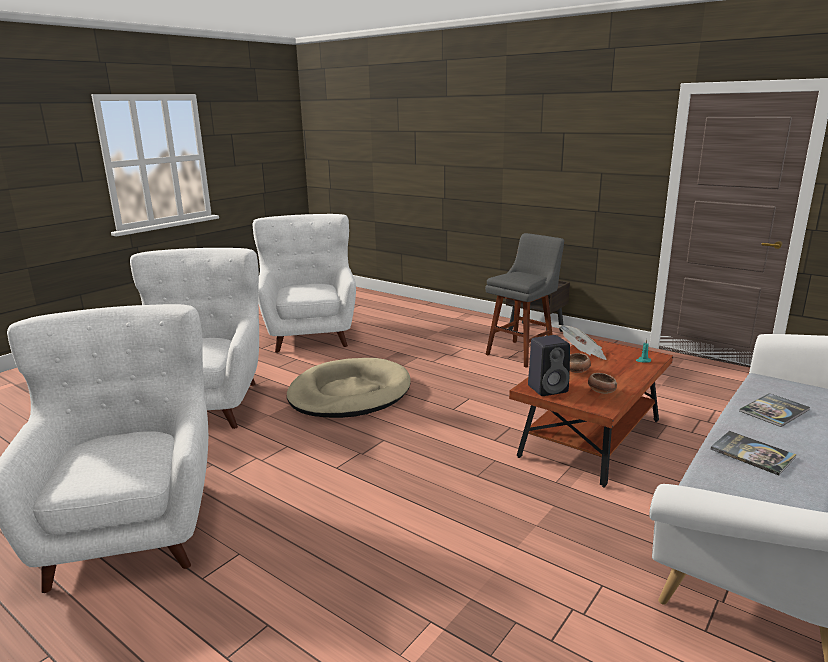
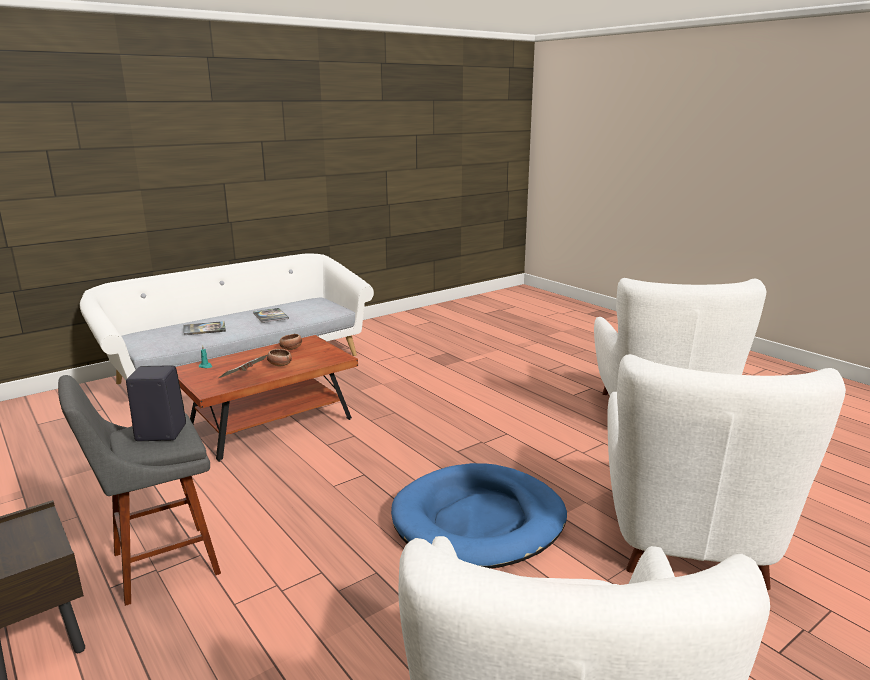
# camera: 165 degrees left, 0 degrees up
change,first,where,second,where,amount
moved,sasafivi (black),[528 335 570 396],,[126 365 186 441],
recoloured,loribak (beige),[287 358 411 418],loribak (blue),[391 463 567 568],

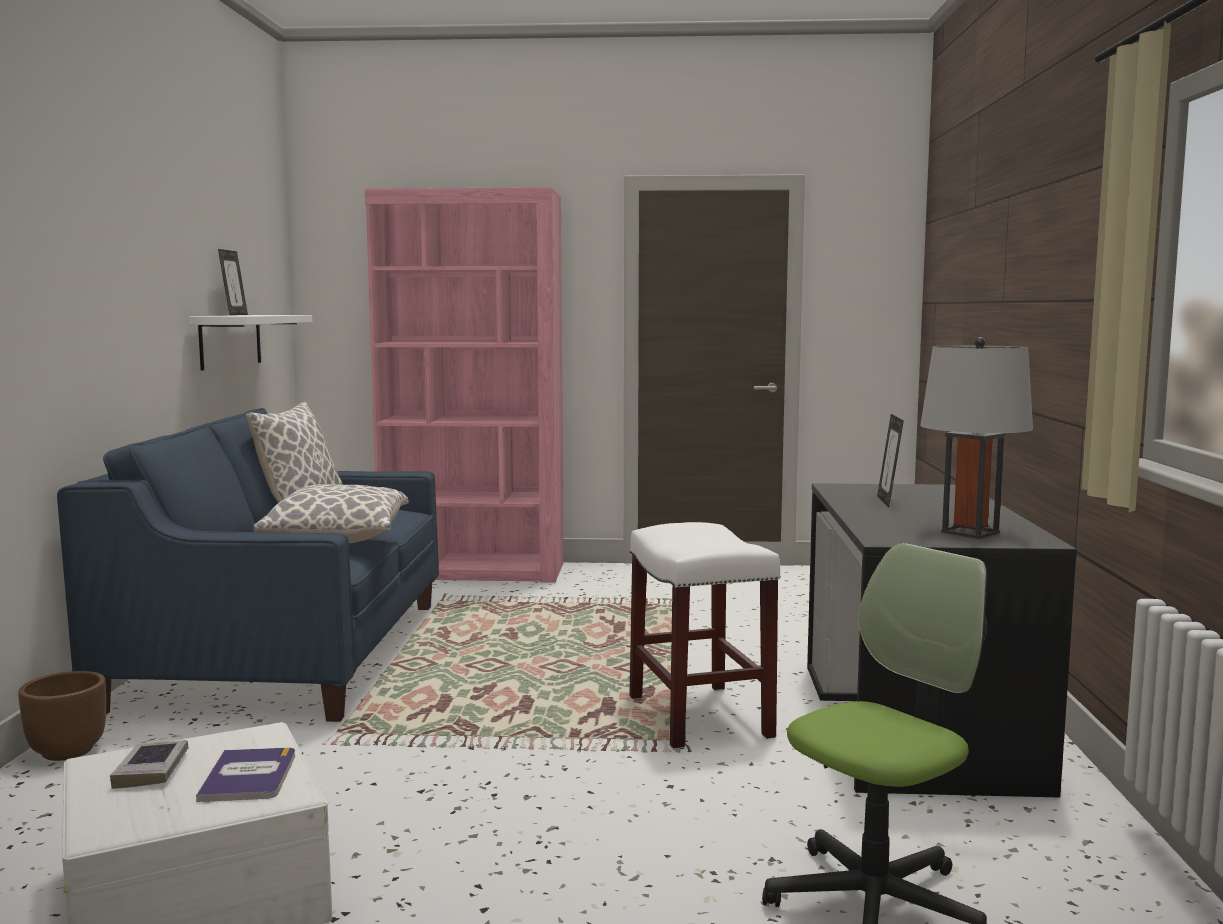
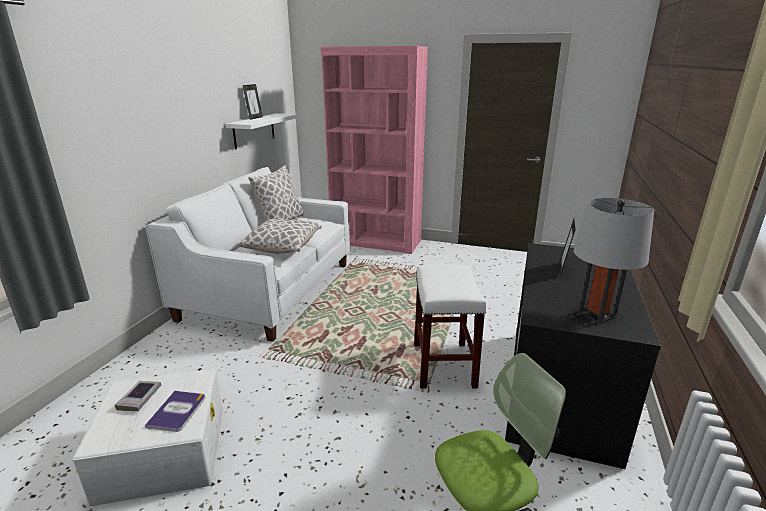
# camera: 15 degrees right, 15 degrees up
change,first,where,second,where,amount
removed,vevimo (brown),[18 671 106 761],,,
recoloured,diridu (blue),[57 408 439 722],diridu (white),[145 167 350 342],

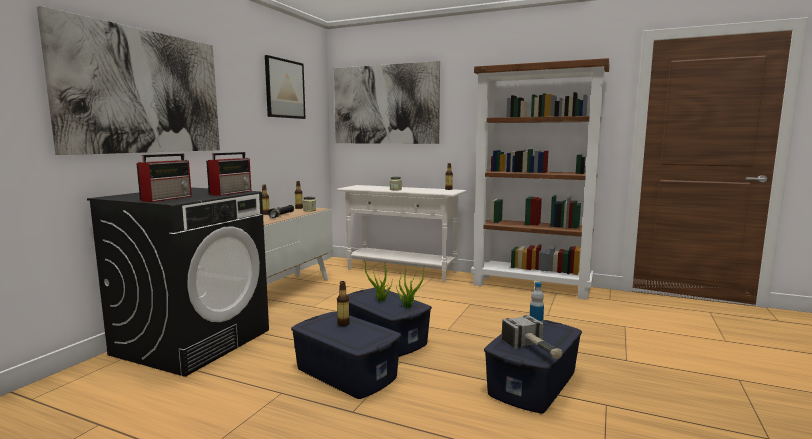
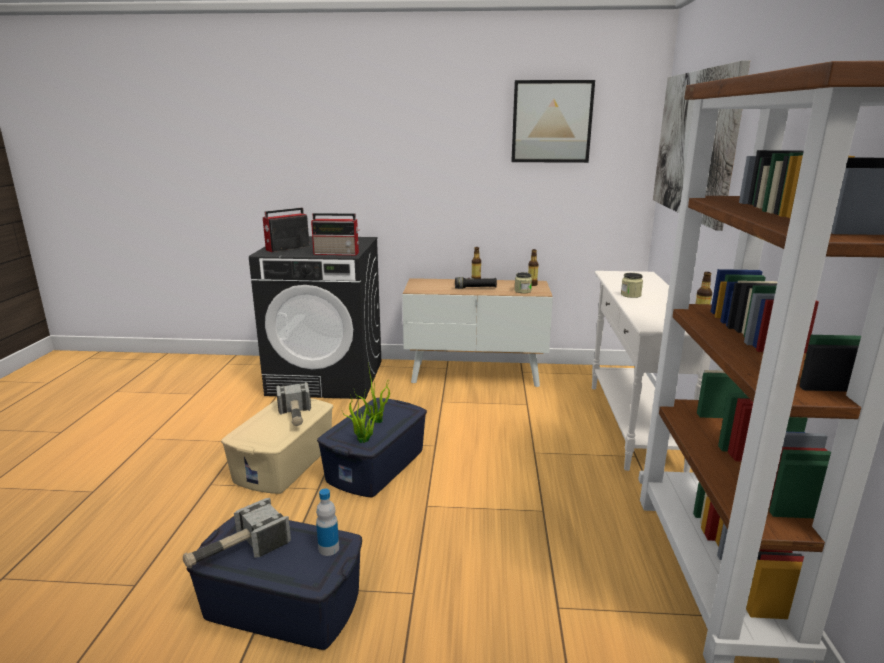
# camera: 70 degrees right, 10 degrees up
change,first,where,second,where,amount
removed,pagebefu,[37 6 220 155],,,
replaced,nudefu,[337 281 350 326],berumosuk,[276 382 311 426],
recoloured,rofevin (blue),[291 311 402 399],rofevin (beige),[221 398 333 494],
turned,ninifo,[136 154 192 202],,[263 208 309 252],135 degrees clockwise

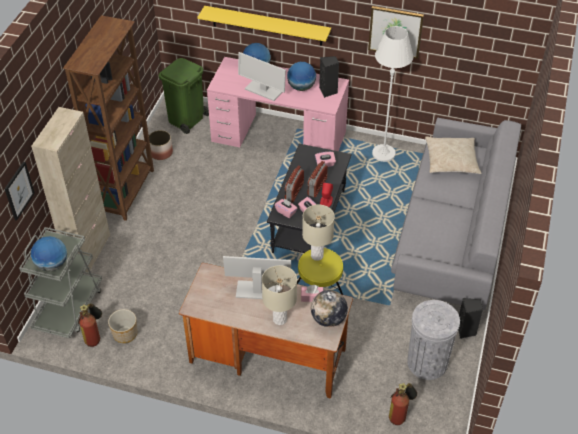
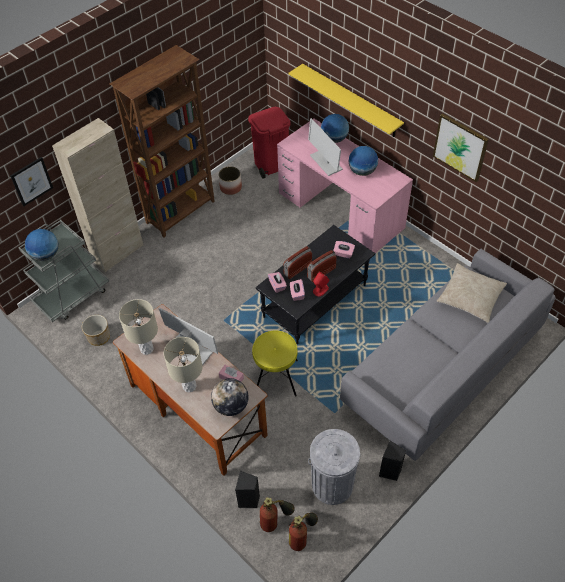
# camera: 30 degrees right, 5 degrees up
change,first,where,second,where,amount
removed,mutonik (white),[372 26 413 162],,,
moved,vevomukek,[78 303 102 347],,[289 513 318 551],
moved,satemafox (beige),[302 204 335 261],,[119 299 158 355],
moved,sasafivi (black),[319 56 339 98],,[235 471 260 508],
recoloured,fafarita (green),[159 58 209 134],fafarita (red),[248 107 291 179],

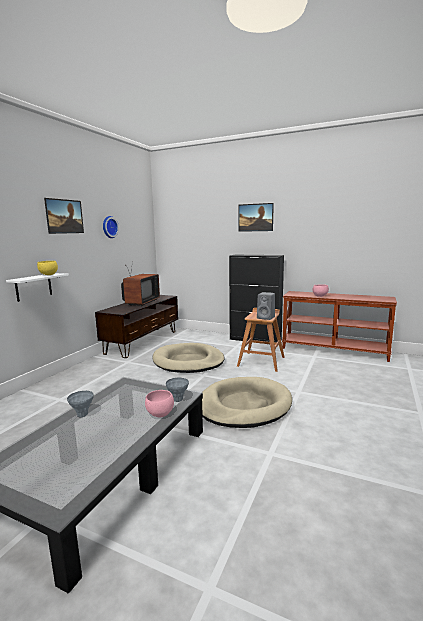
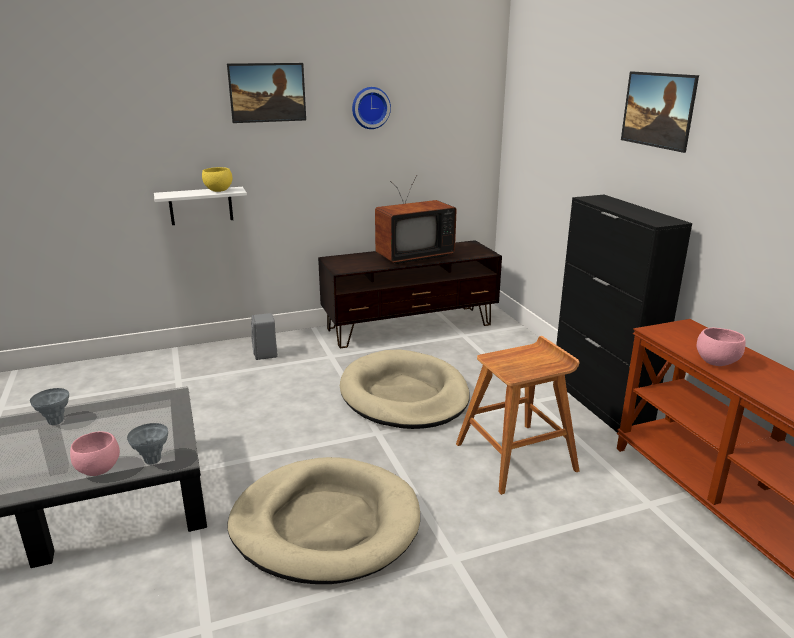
# camera: 45 degrees right, 10 degrees up
change,first,where,second,where,amount
moved,sasafivi (grey),[257 292 275 320],,[251 313 278 360],

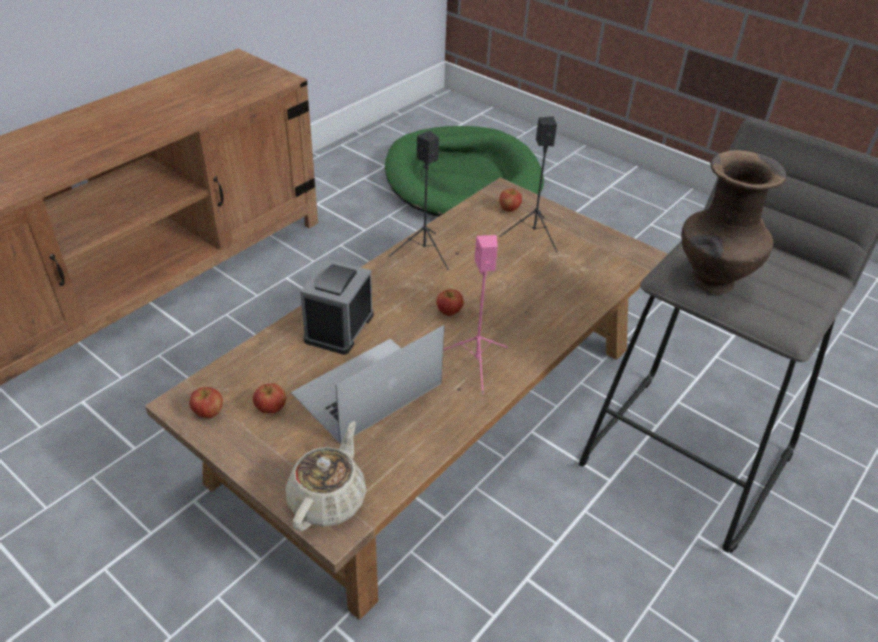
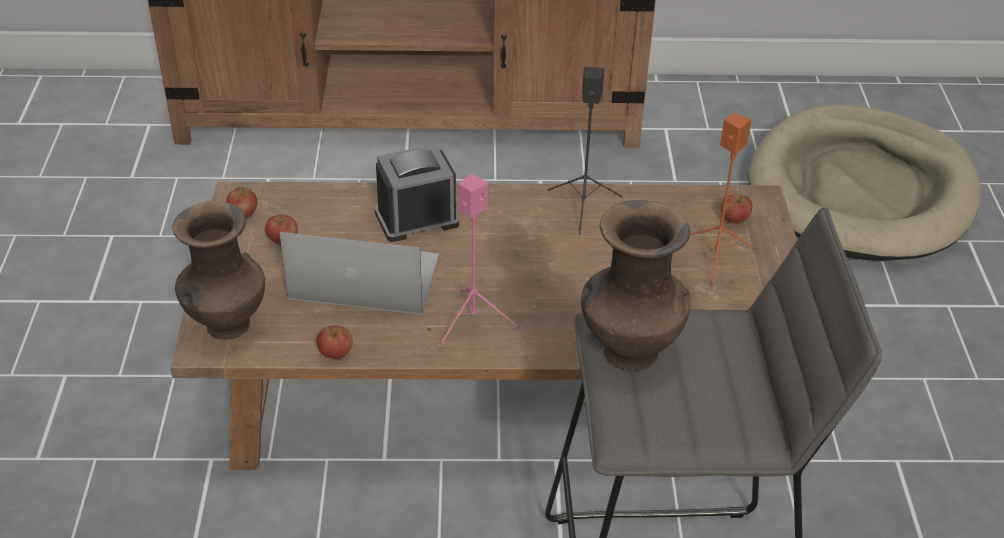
# camera: 50 degrees right, 0 degrees up
change,first,where,second,where,amount
moved,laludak,[436 289 464 316],,[316 326 353 359],
replaced,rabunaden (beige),[286 421 366 531],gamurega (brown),[172 201 265 340],
recoloured,loribak (green),[385 126 544 217],loribak (beige),[748 105 981 261],
recoloured,sasafivi (black),[499 116 558 252],sasafivi (orange),[690 113 757 288],

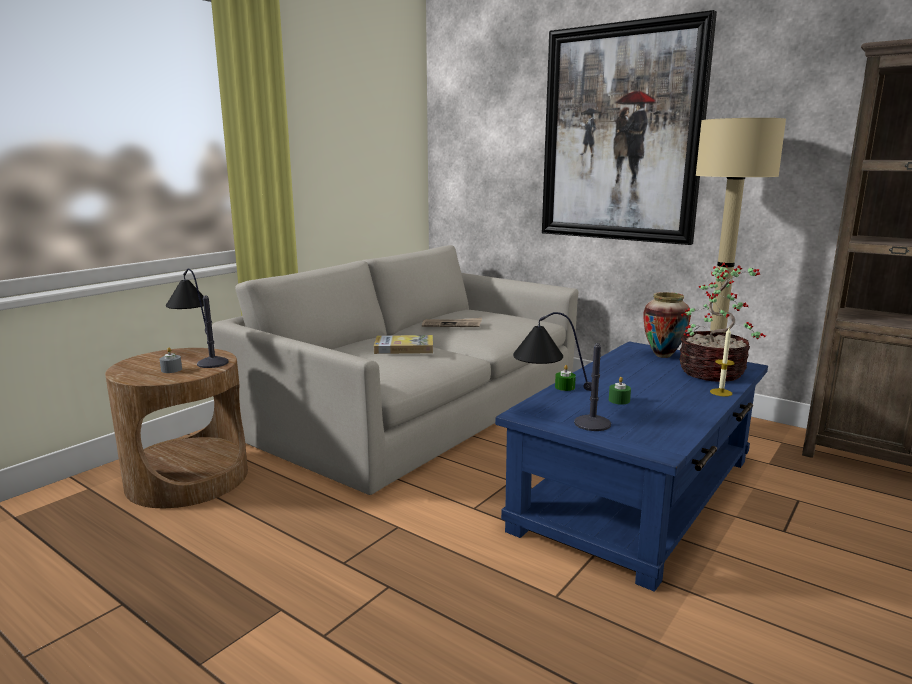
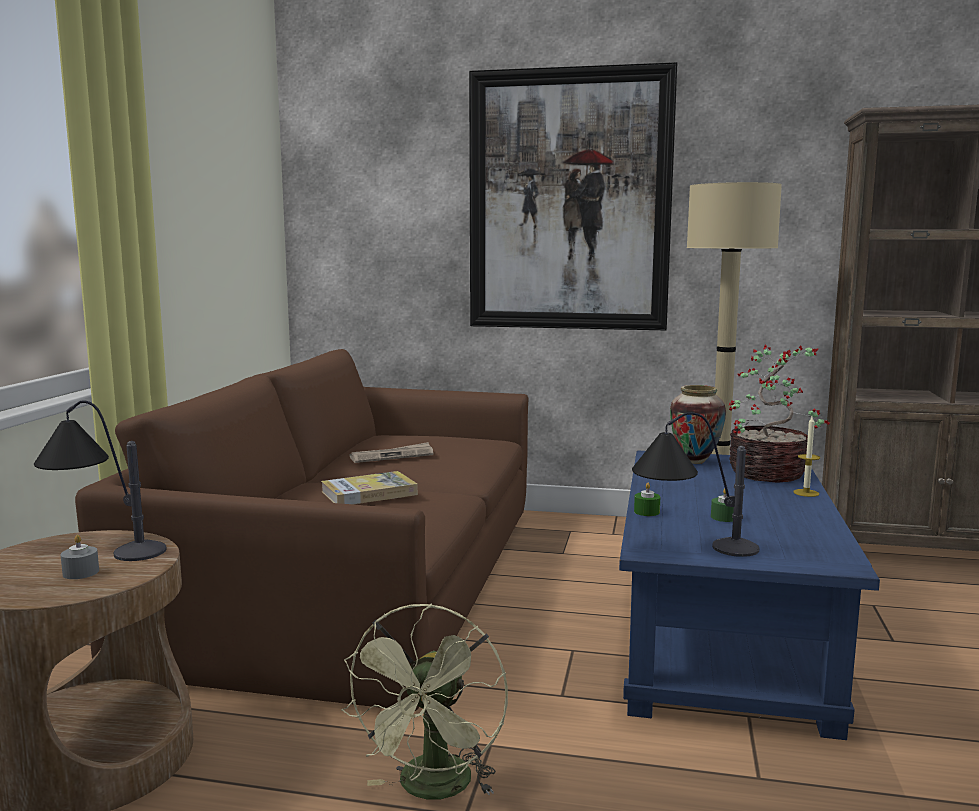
# camera: 25 degrees left, 5 degrees down
change,first,where,second,where,amount
added,,,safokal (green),[341 603 508 799],
recoloured,diridu (grey),[212 245 578 495],diridu (brown),[75 349 528 711],

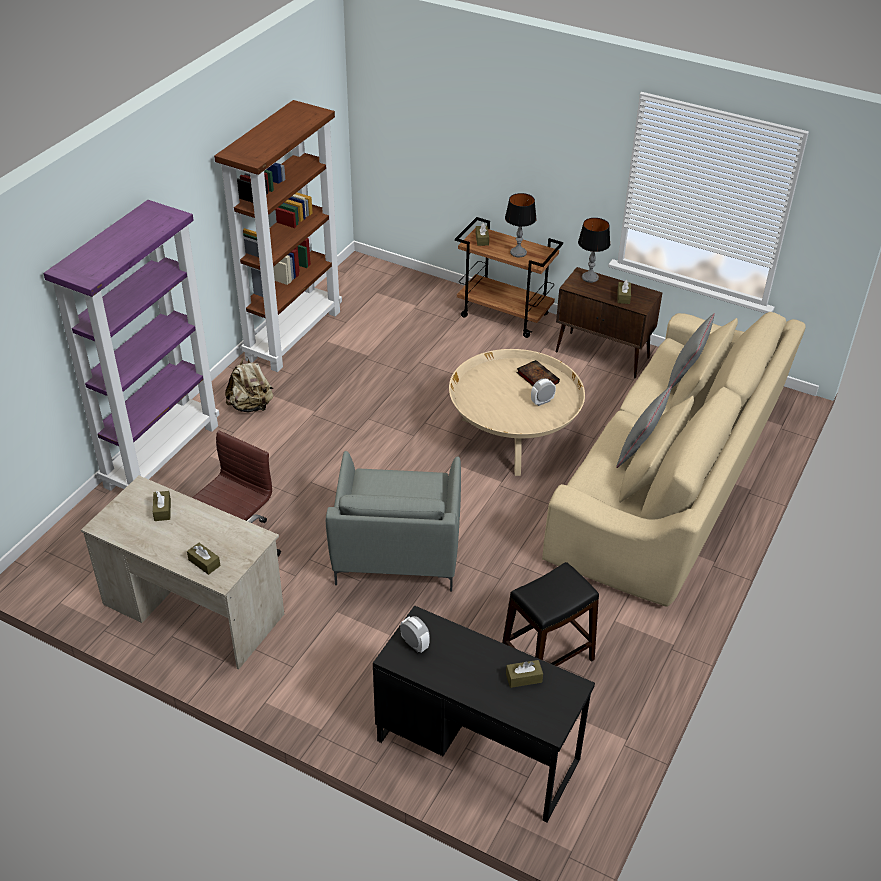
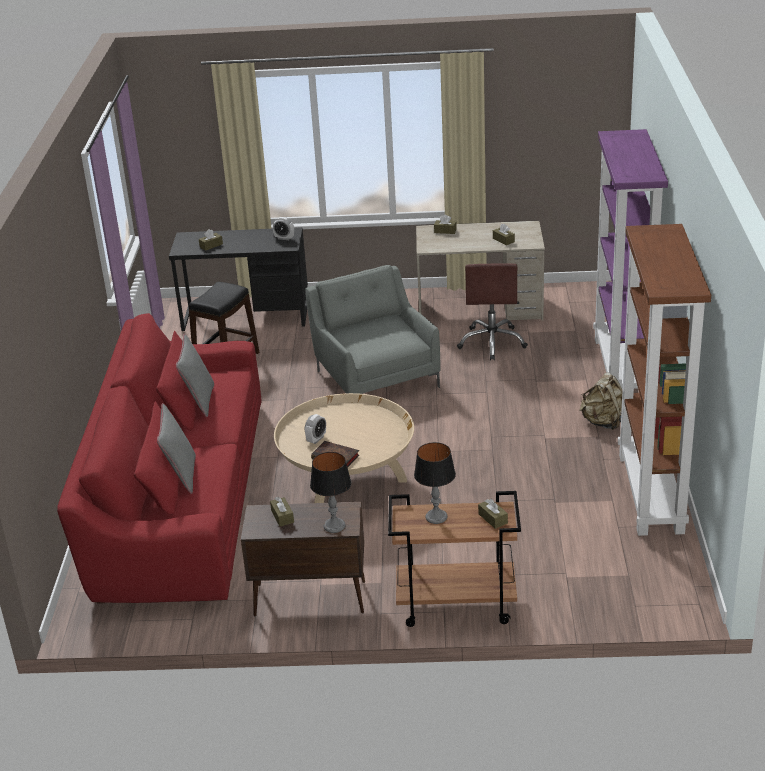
# camera: 155 degrees right, 10 degrees down
change,first,where,second,where,amount
recoloured,diridu (beige),[542 312 806 607],diridu (red),[57 313 261 604],

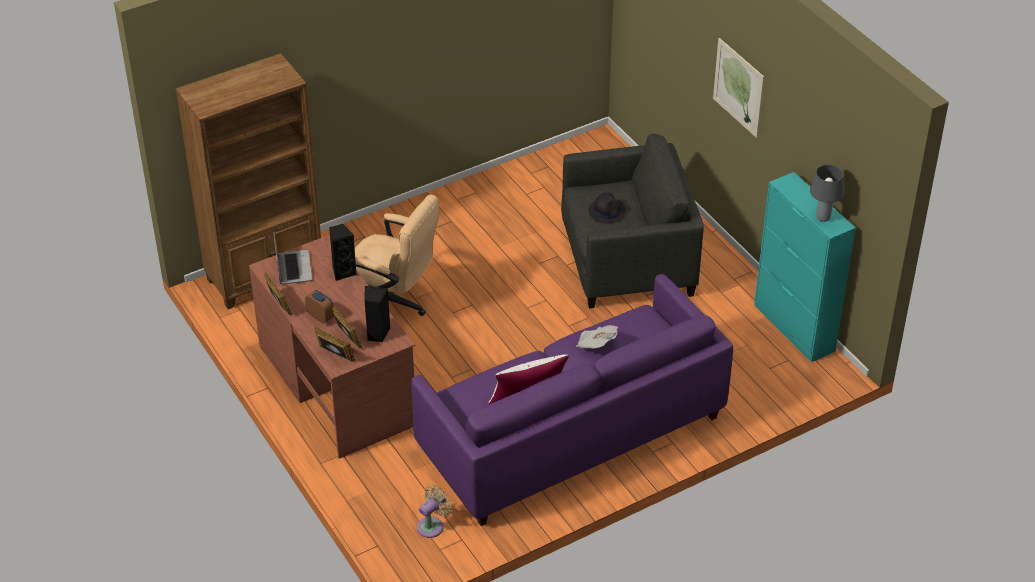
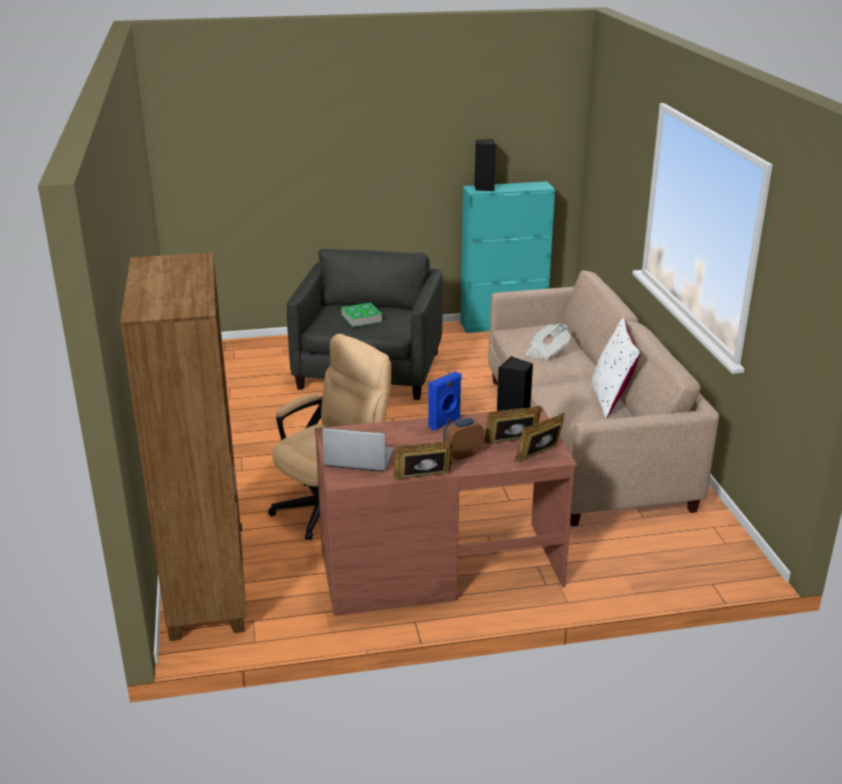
# camera: 70 degrees left, 15 degrees down
change,first,where,second,where,amount
removed,safokal (beige),[417 485 452 538],,,
removed,pagebefu,[713 38 764 138],,,
removed,satemafox (grey),[810 164 845 222],,,
added,,,sasafivi (blue),[428 371 462 431],
moved,sasafivi (black),[329 224 357 281],,[474 139 496 191],
replaced,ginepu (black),[588 193 626 223],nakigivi,[341 302 382 327],
recoloured,diridu (purple),[411 274 733 526],diridu (beige),[488 270 719 526],

